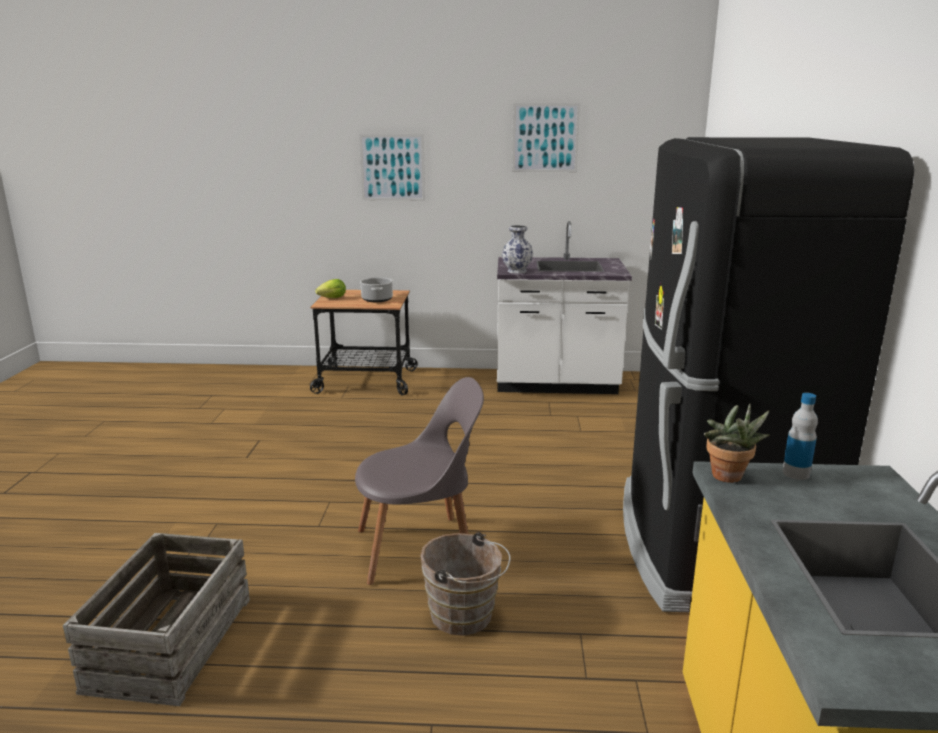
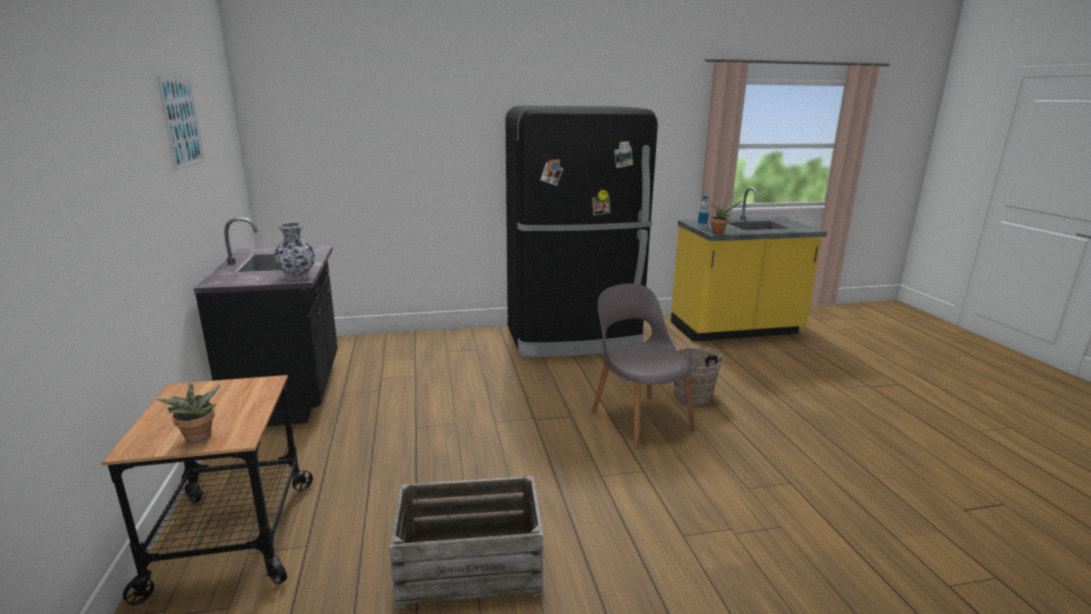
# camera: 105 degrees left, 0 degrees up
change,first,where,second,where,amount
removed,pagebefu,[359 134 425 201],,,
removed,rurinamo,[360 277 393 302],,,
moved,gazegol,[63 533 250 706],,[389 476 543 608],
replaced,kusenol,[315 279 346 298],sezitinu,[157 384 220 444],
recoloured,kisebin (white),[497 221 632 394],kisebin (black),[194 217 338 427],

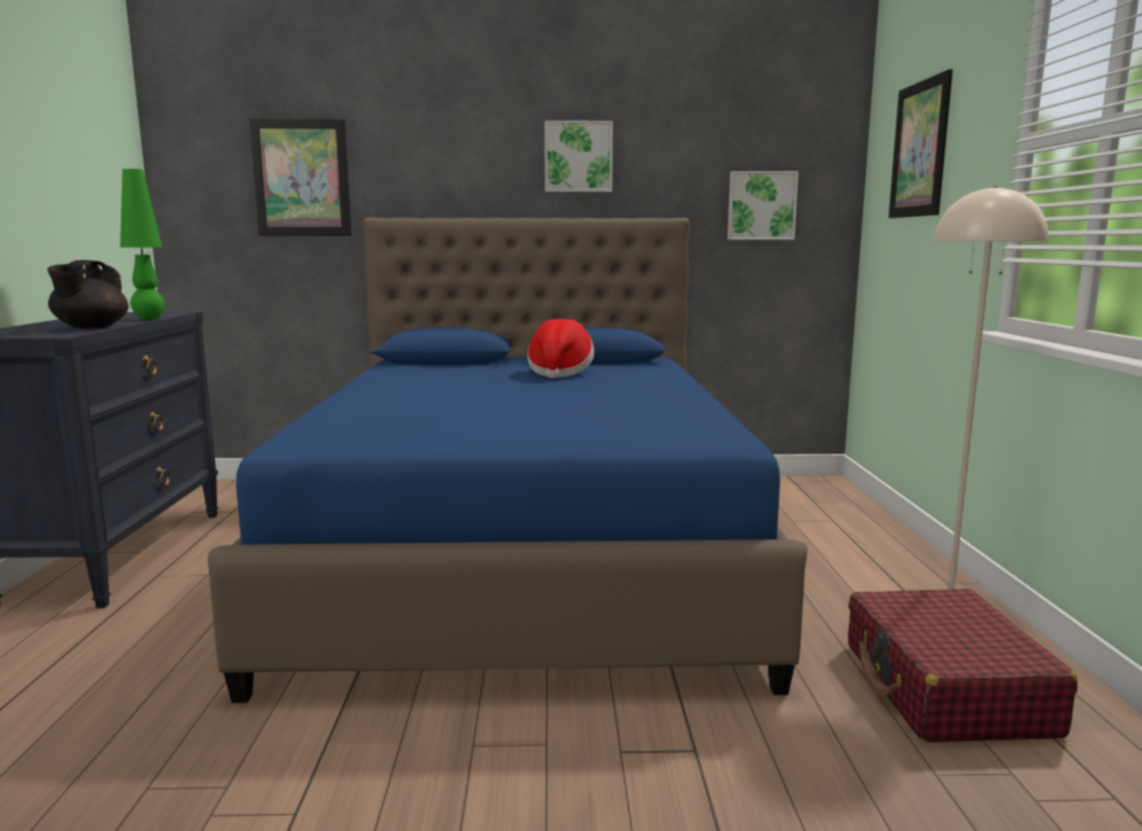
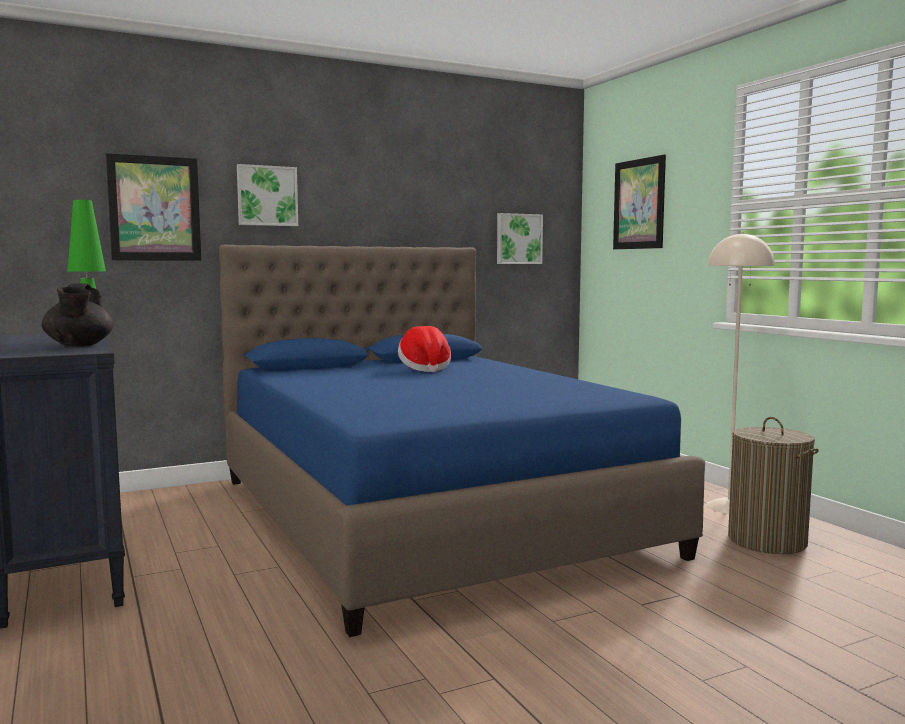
# camera: 25 degrees left, 5 degrees down
change,first,where,second,where,amount
moved,pagebefu,[545 120 613 192],,[237 164 298 226],
replaced,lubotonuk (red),[848 589 1078 742],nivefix,[728 417 819 554],

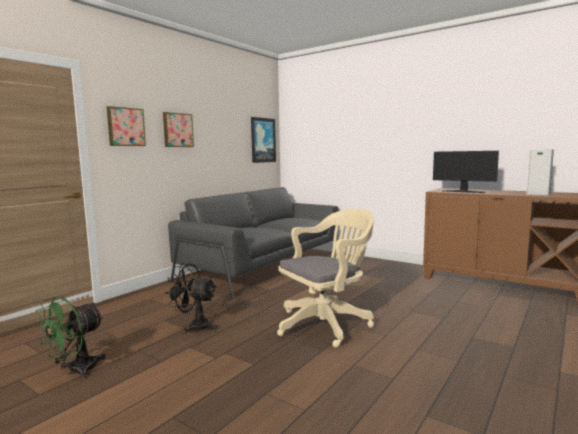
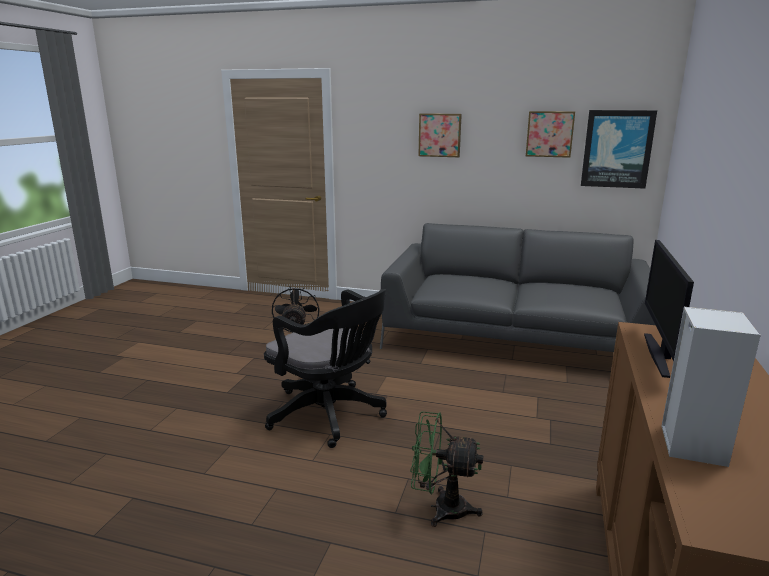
# camera: 70 degrees right, 10 degrees up
change,first,where,second,where,amount
moved,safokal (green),[35 296 105 379],,[410 412 483 527],
moved,pagebefu,[107 106 146 146],,[526 111 575 158],
recoloured,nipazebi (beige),[277 209 374 348],nipazebi (black),[264 289 387 448],

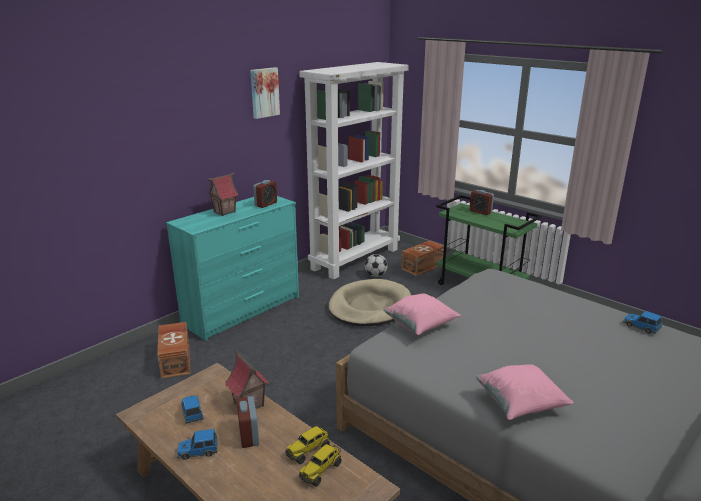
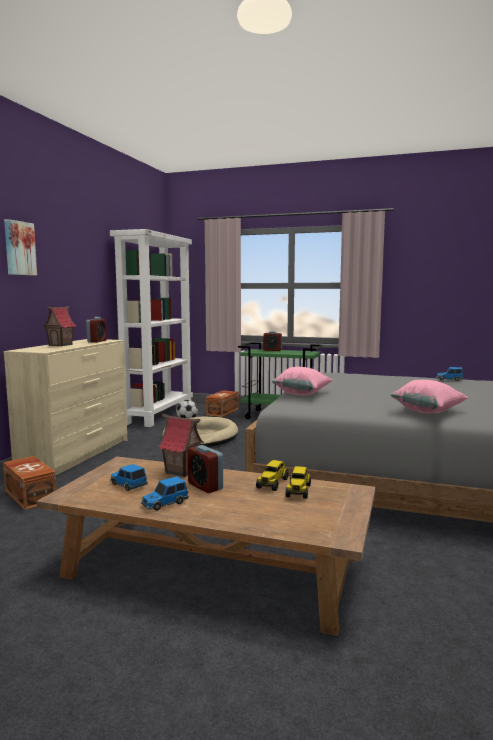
# camera: 25 degrees left, 15 degrees down
change,first,where,second,where,amount
moved,pagebefu,[250 67 280 119],,[4 219 37 275],
recoloured,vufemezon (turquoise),[166 196 299 341],vufemezon (beige),[3 339 127 475],

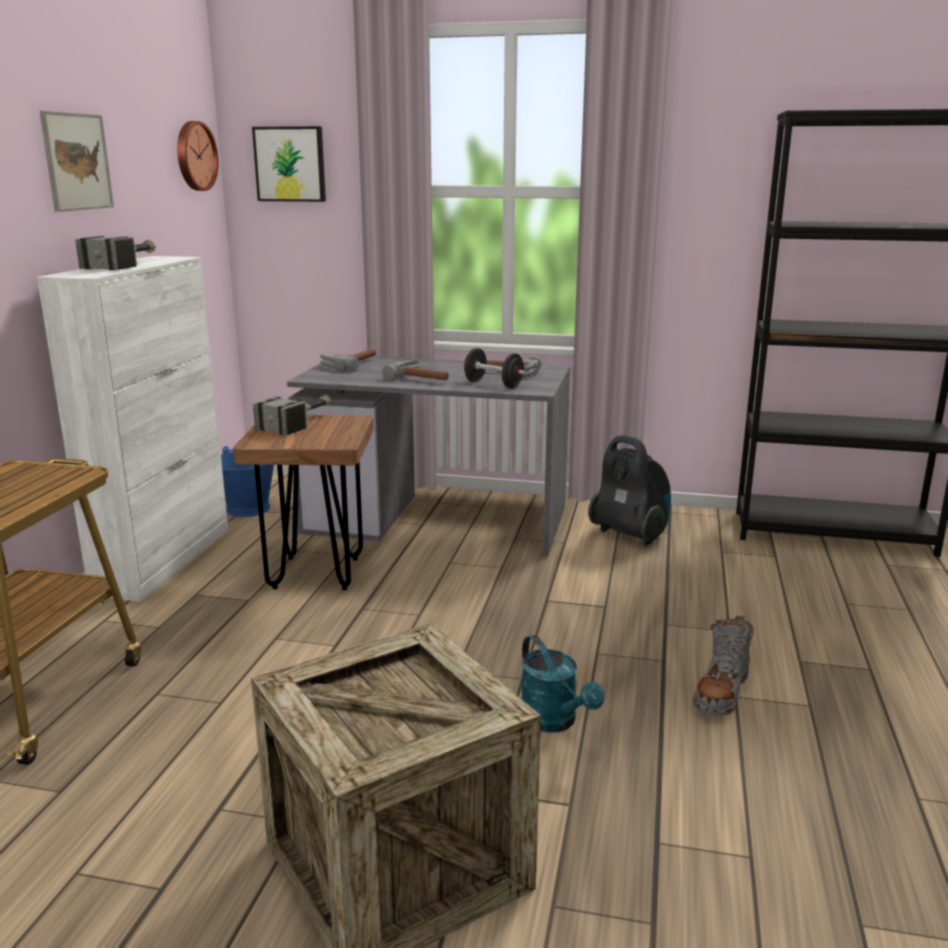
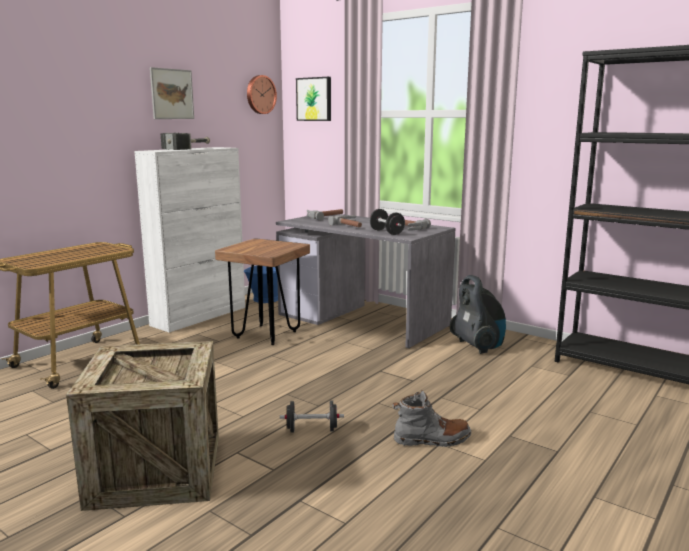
# camera: 25 degrees right, 5 degrees down
change,first,where,second,where,amount
removed,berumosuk,[253 395 331 436],,,
replaced,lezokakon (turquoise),[522 635 604 733],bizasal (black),[280 401 344 432],
turned,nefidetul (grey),[693 616 754 716],,[392 391 471 447],150 degrees counterclockwise

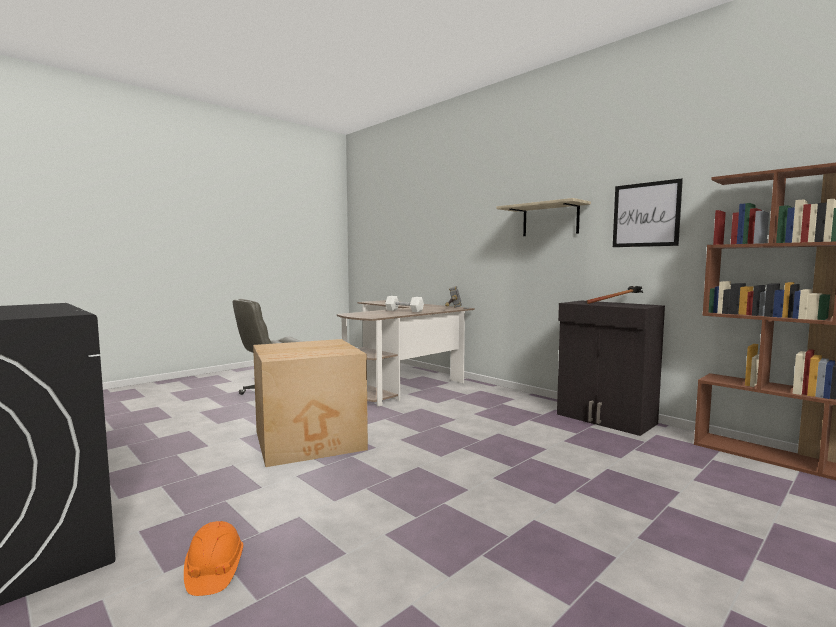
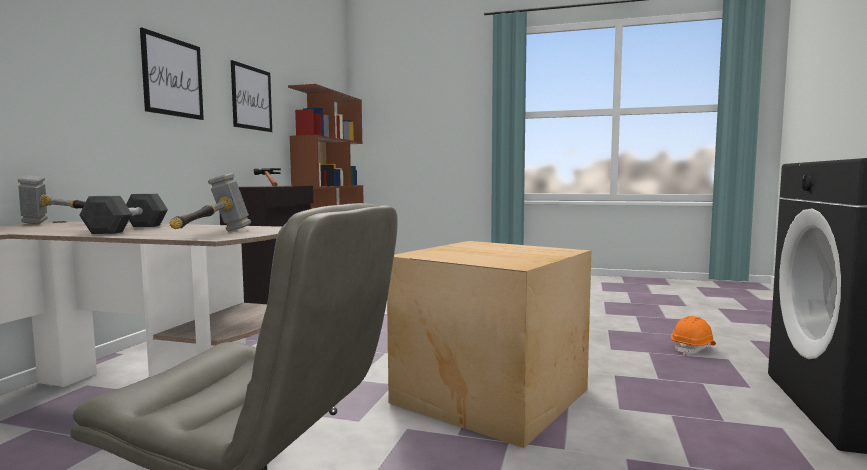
# camera: 120 degrees left, 0 degrees up
change,first,where,second,where,amount
added,,,berumosuk,[170 173 251 231],
replaced,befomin,[496 198 591 236],pagebefu,[140 28 204 120],
recoloured,bizasal (white),[385 296 424 312],bizasal (black),[79 194 168 234],

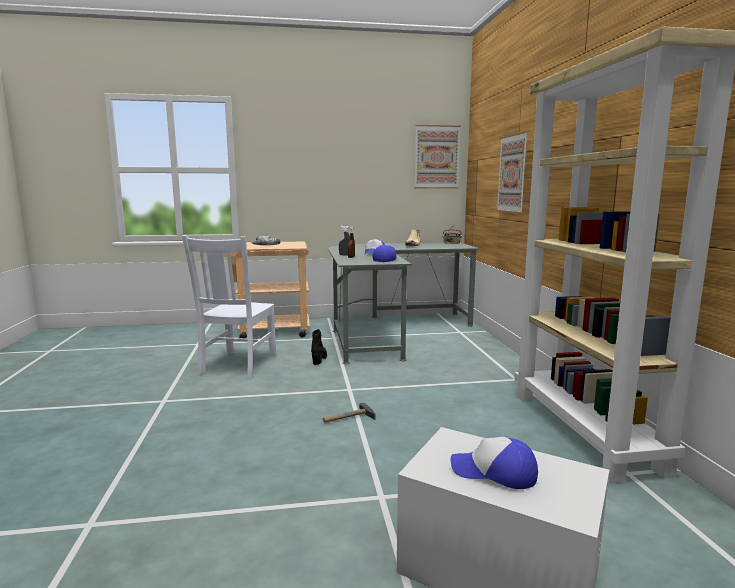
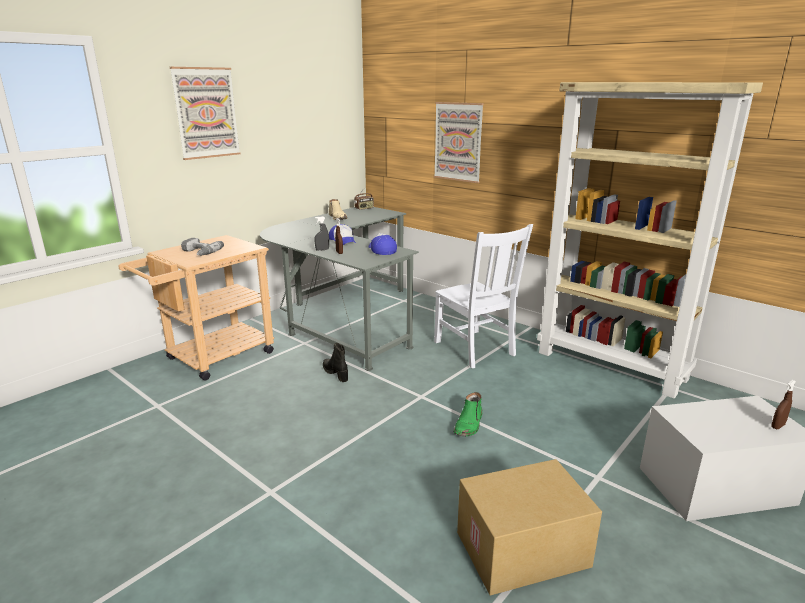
# camera: 40 degrees left, 10 degrees up
change,first,where,second,where,amount
removed,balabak,[451 437 538 489],,,
added,,,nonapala,[457 459 602 596],
added,,,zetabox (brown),[771 380 796 429],
moved,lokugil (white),[182 235 277 378],,[434 224 533 368],
moved,pagebefu,[414 125 461 188],,[170 67 240 160],
replaced,berumosuk,[323 402 376 423],nefidetul (green),[454 392 482 436],

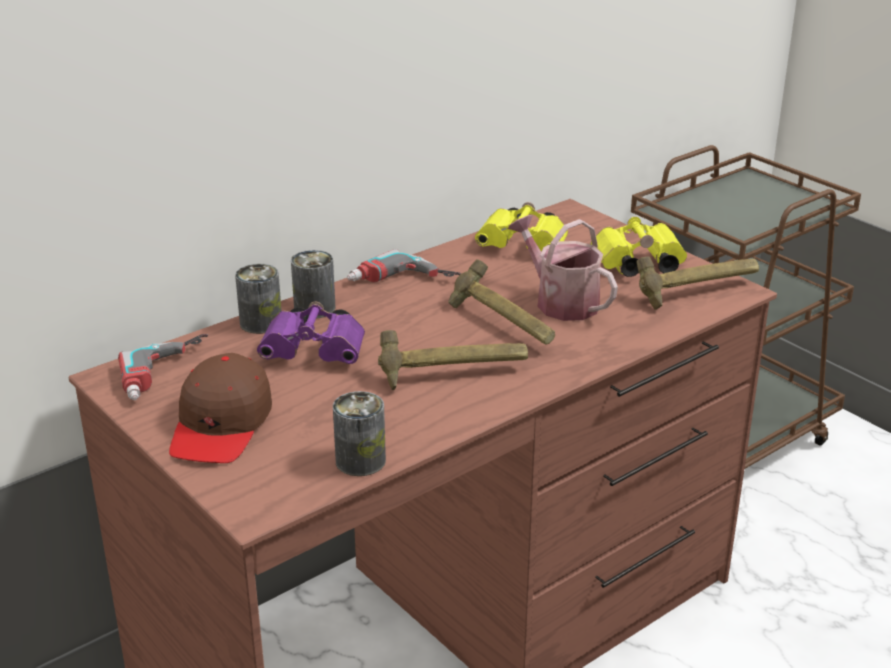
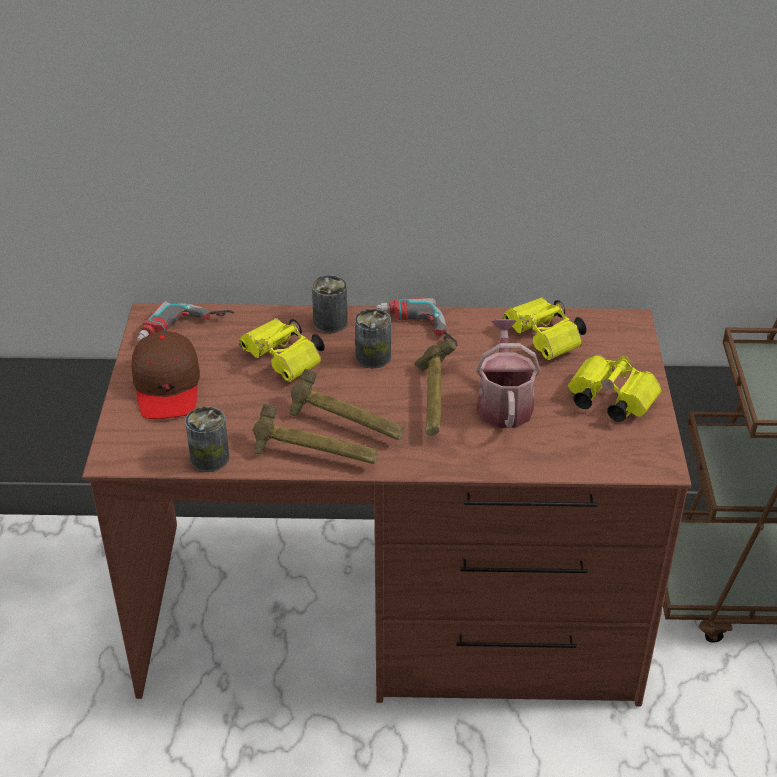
# camera: 40 degrees right, 10 degrees up
change,first,where,second,where,amount
moved,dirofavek,[235 264 281 334],,[355 309 391 368],
moved,berumosuk,[636 257 759 310],,[253 404 378 464],
recoloured,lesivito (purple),[257 302 365 364],lesivito (yellow),[239 318 325 382],
turned,balabak (brown),[169 353 272 463],,[132 331 200 419],60 degrees counterclockwise

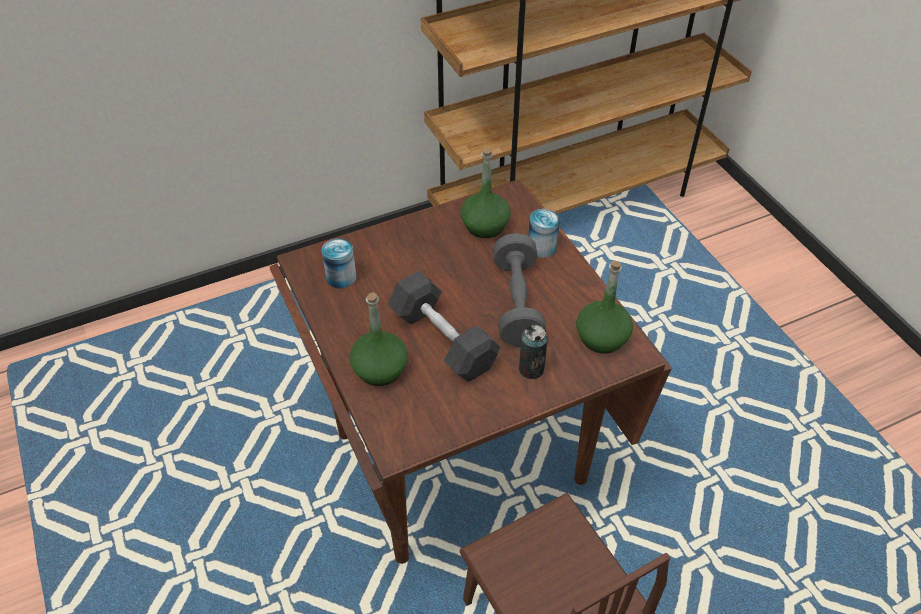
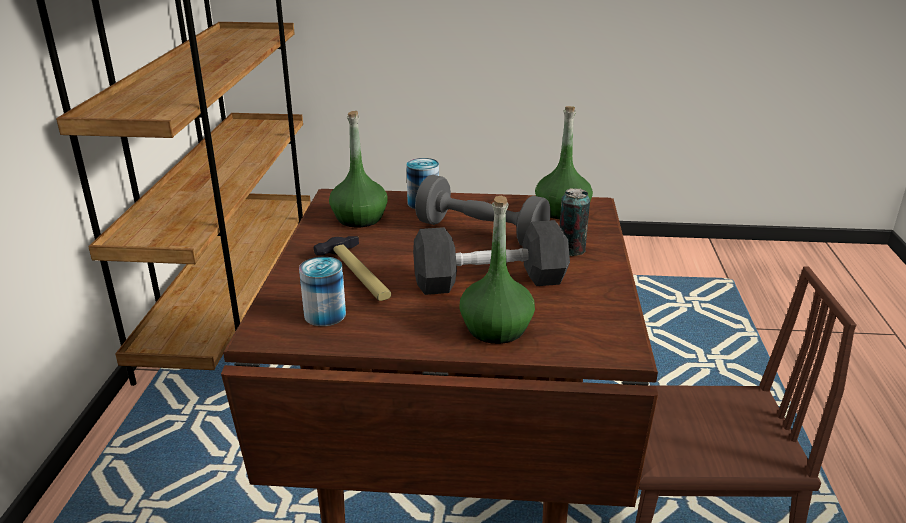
# camera: 60 degrees left, 20 degrees down
change,first,where,second,where,amount
added,,,berumosuk,[314 236 391 301],

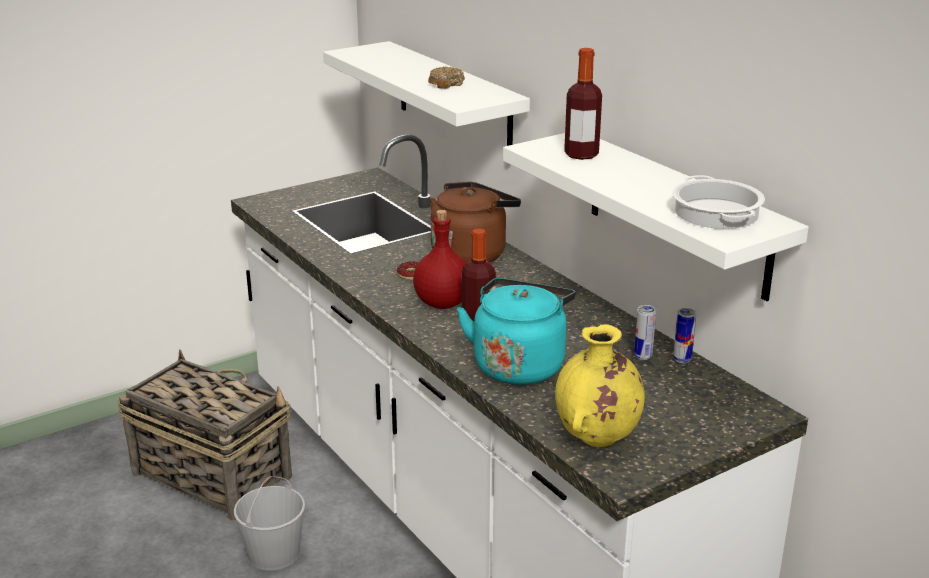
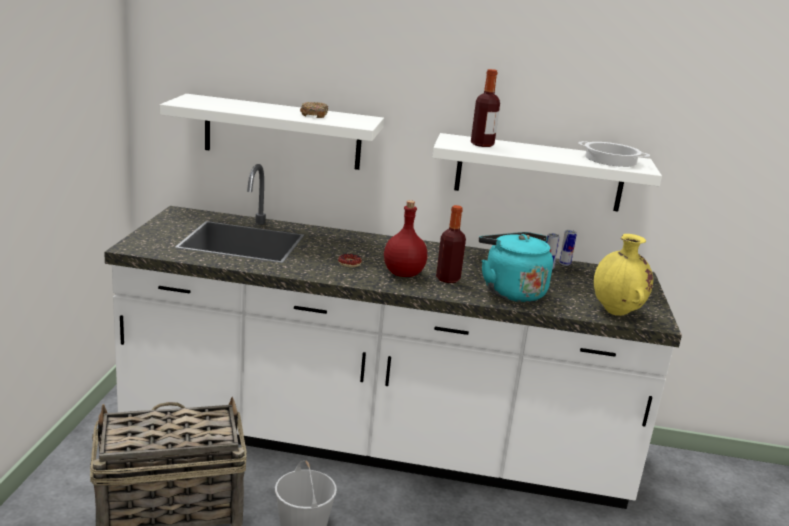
# camera: 50 degrees left, 5 degrees down
change,first,where,second,where,amount
removed,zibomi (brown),[430 182 521 263],,,

